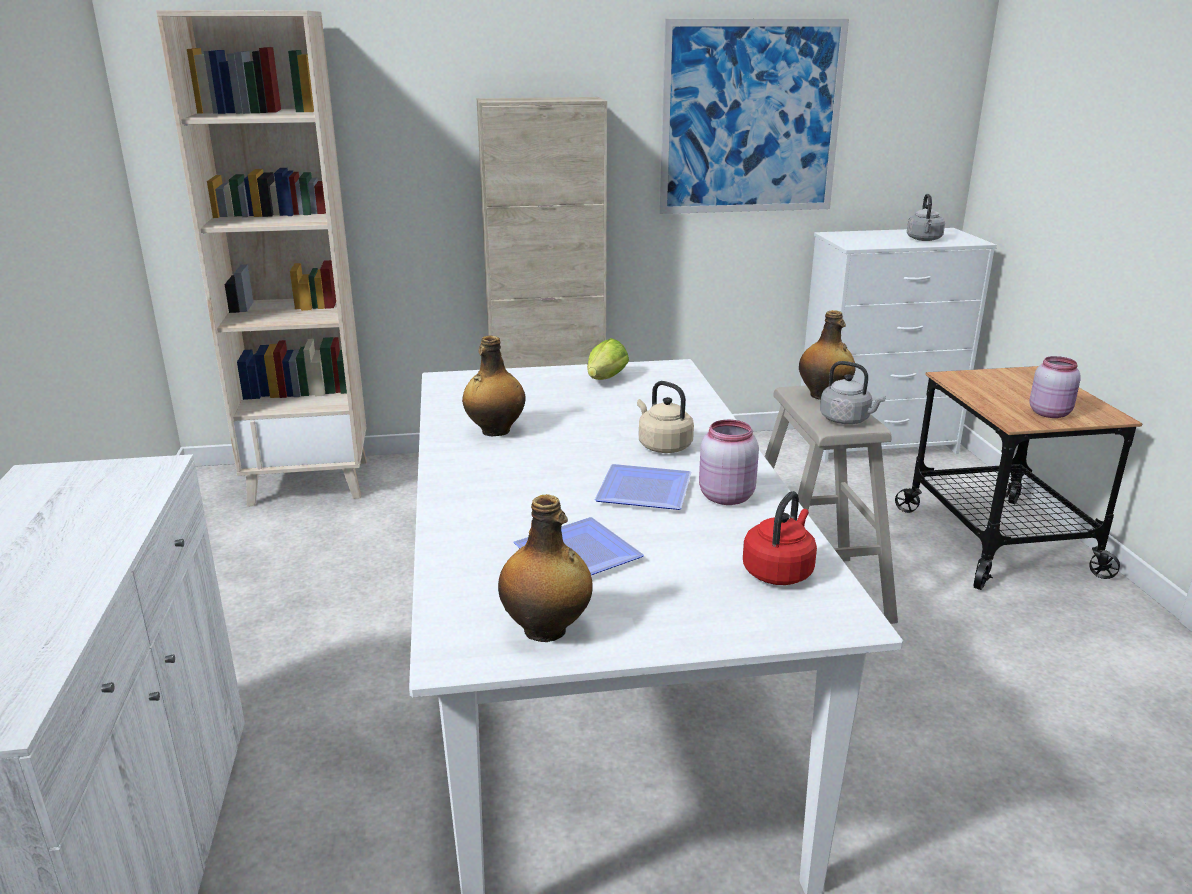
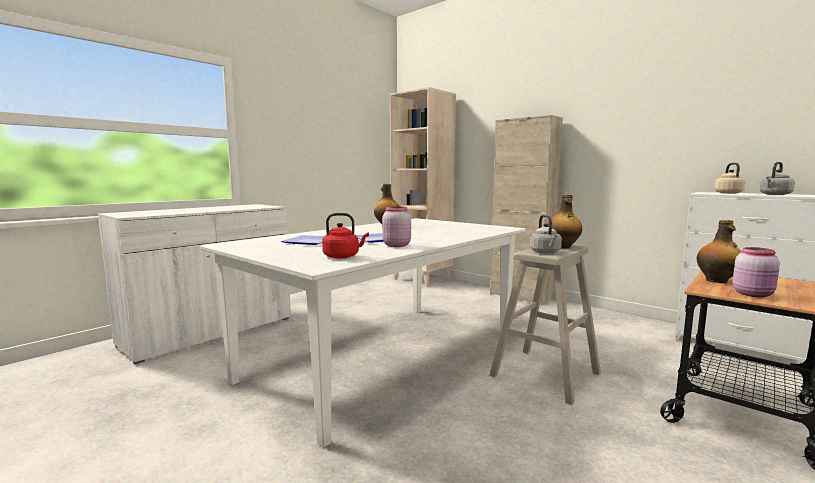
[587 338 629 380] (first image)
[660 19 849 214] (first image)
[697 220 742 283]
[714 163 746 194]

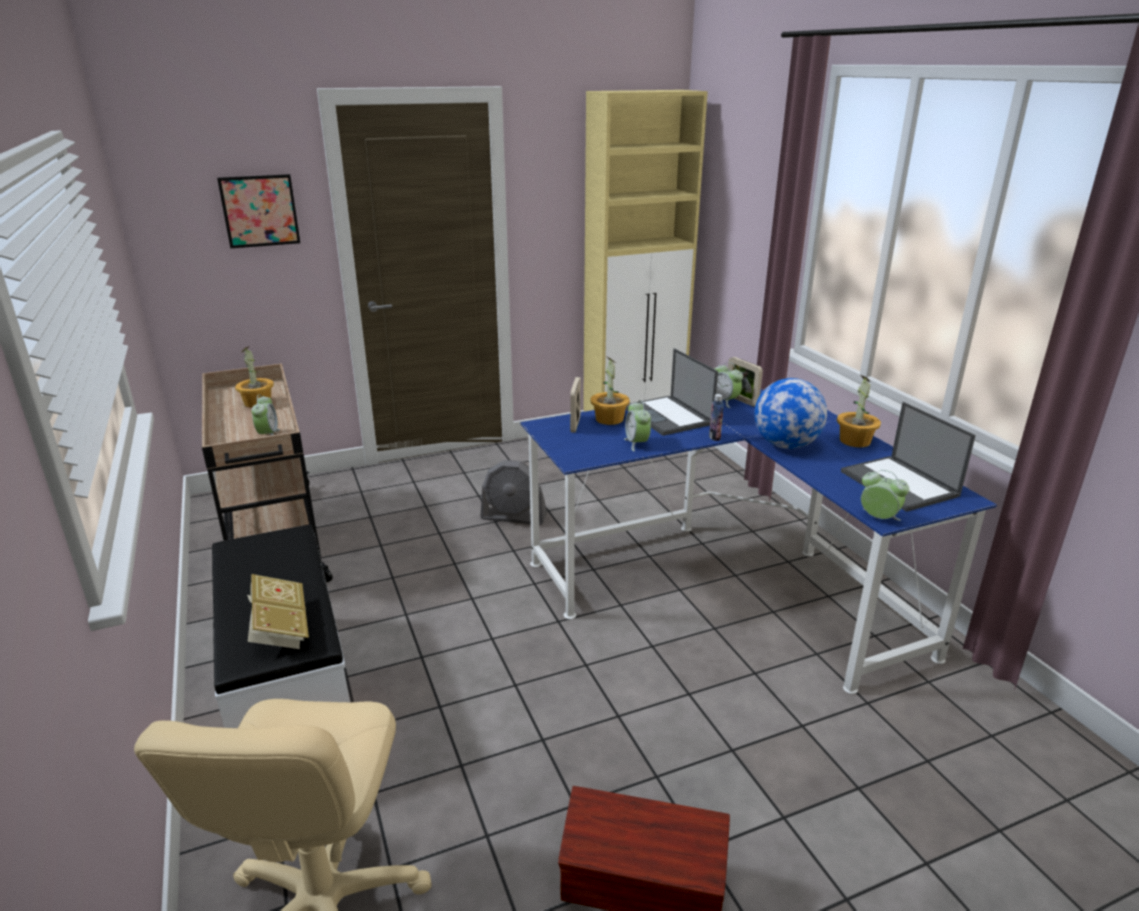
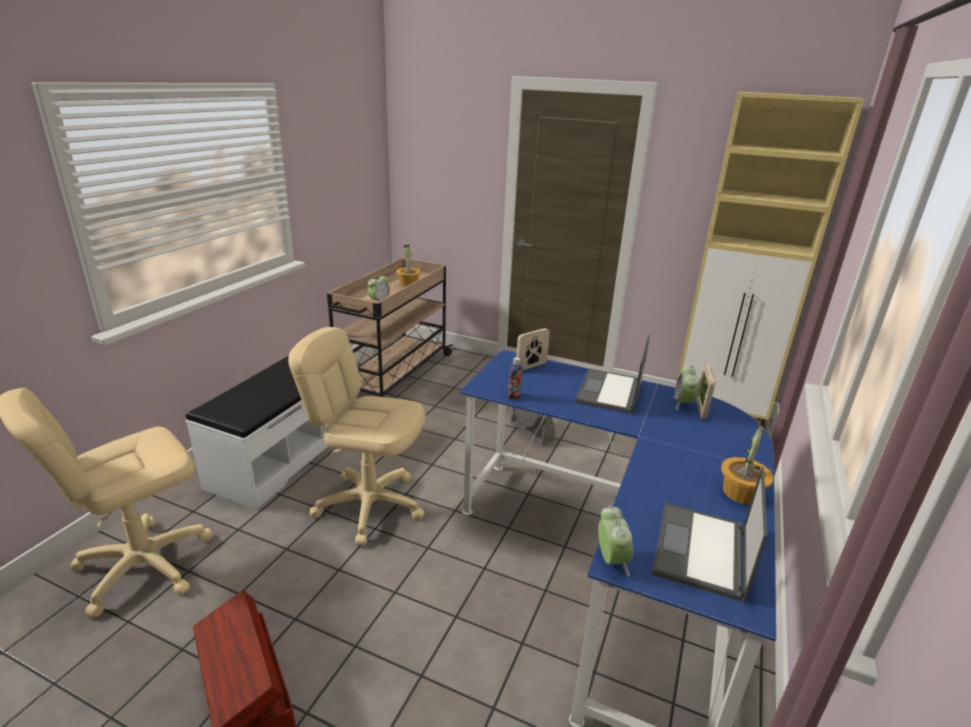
[217 174 300 248] (first image)
[247 574 309 649] (first image)
[591 357 630 425] (first image)
[624 400 651 451] (first image)
[754 378 827 449] (first image)
[288 327 426 546]
[508 357 523 400]

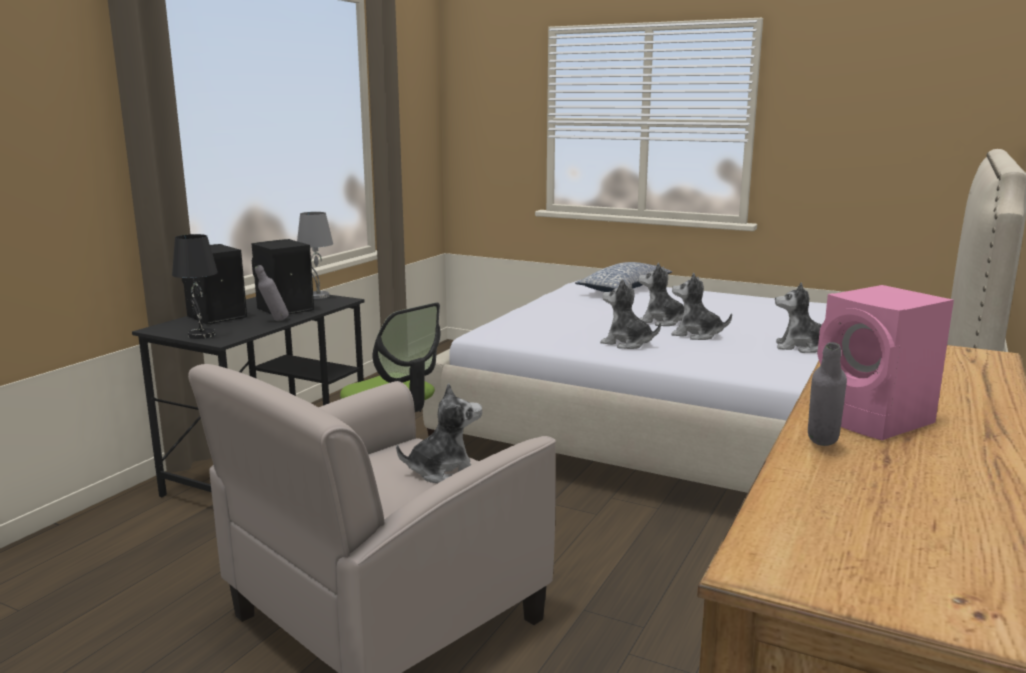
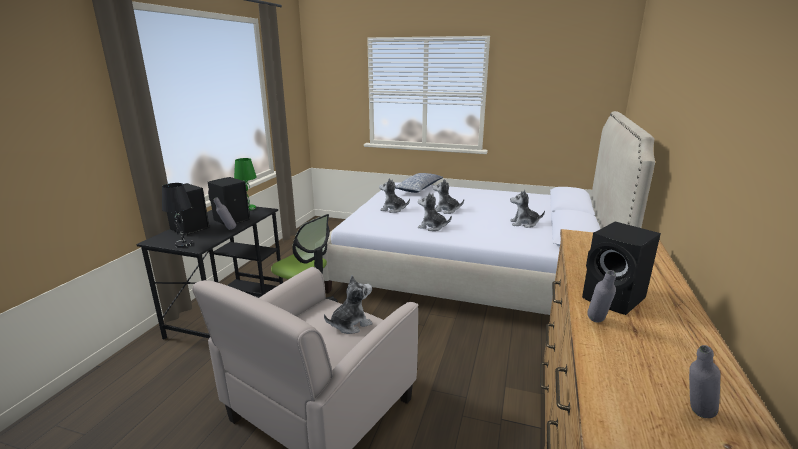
[689 345 721 418]
[379 178 410 213]
[234 158 257 210]
[582 221 661 315]

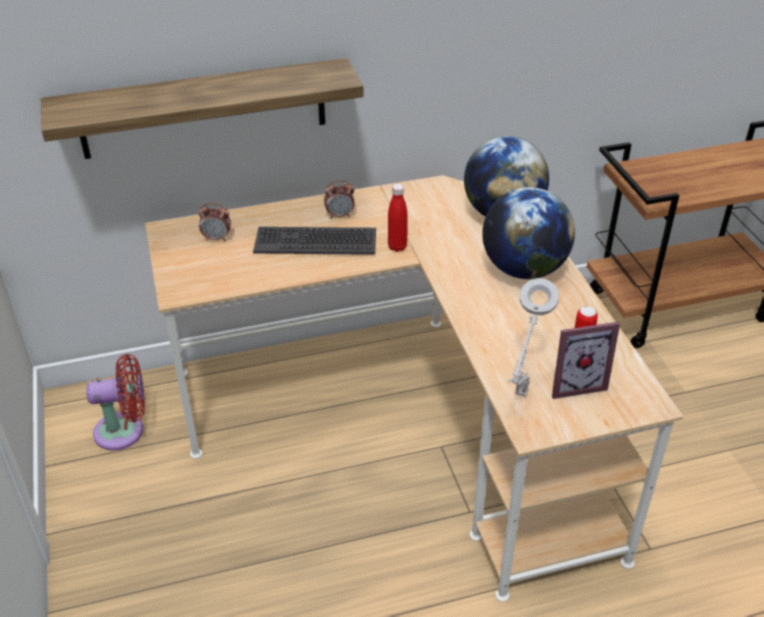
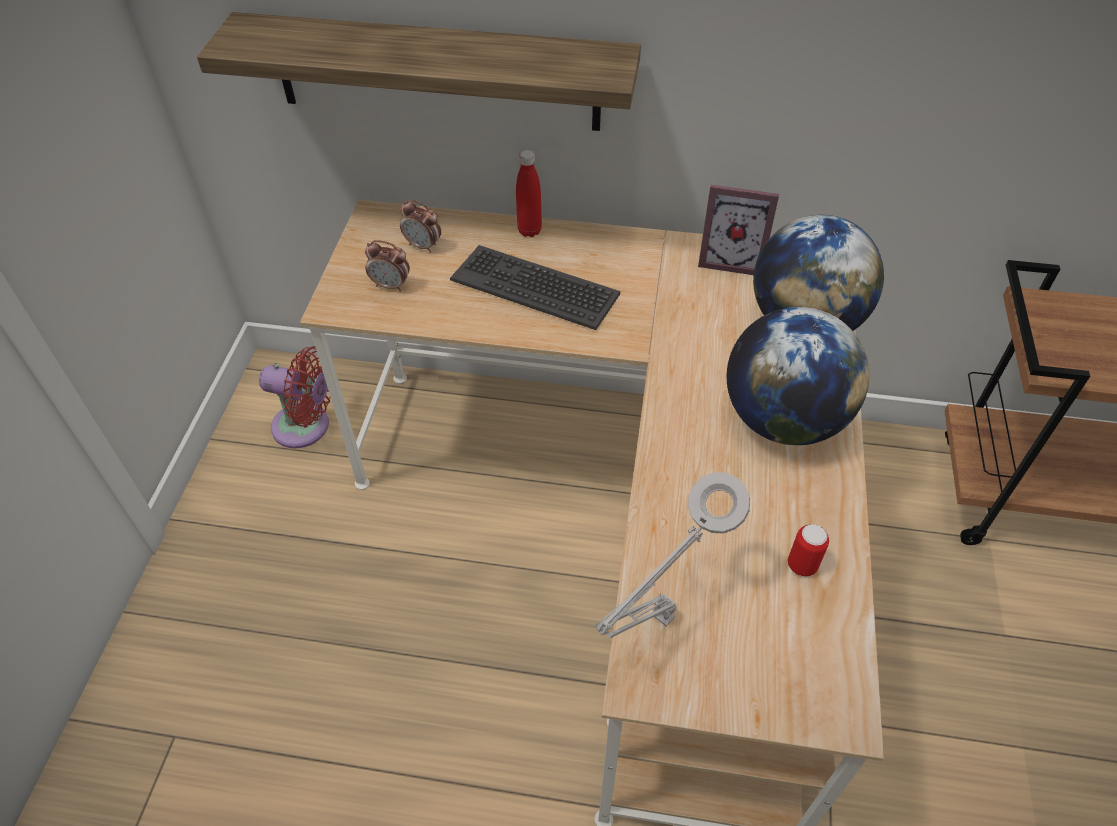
[365 240 410 292]
[516 150 542 237]
[698 185 779 275]

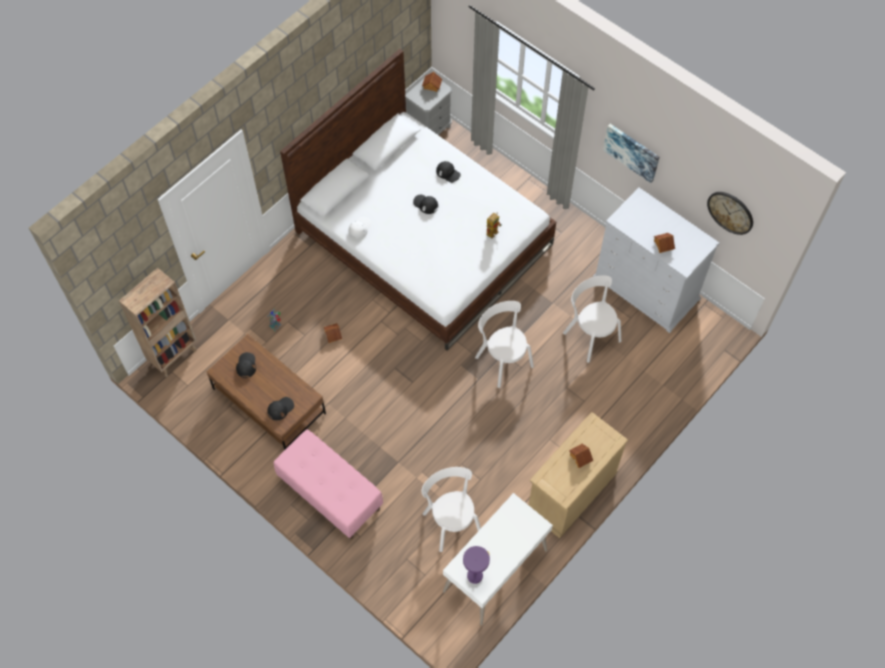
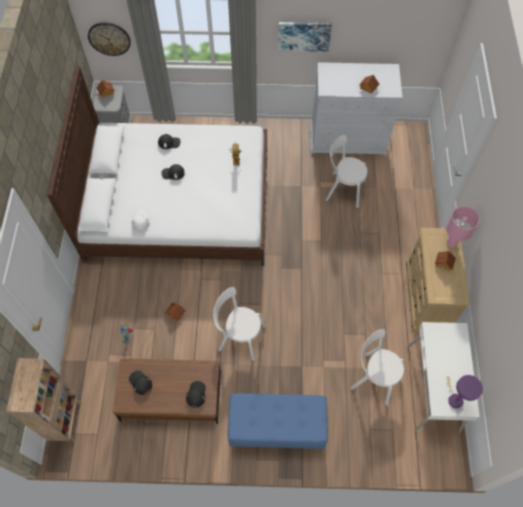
[446 206 479 248]
[213 287 265 361]
[88 22 131 56]
[228 393 328 449]

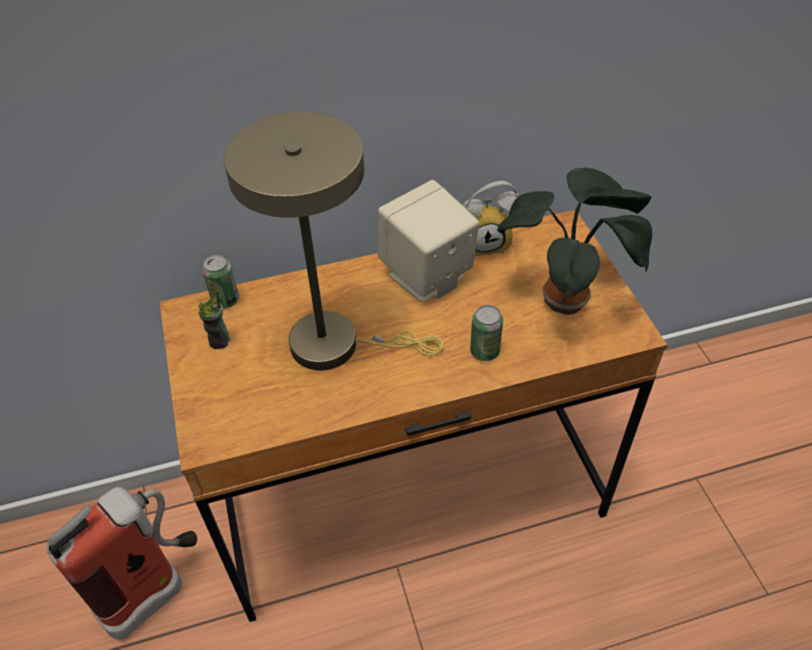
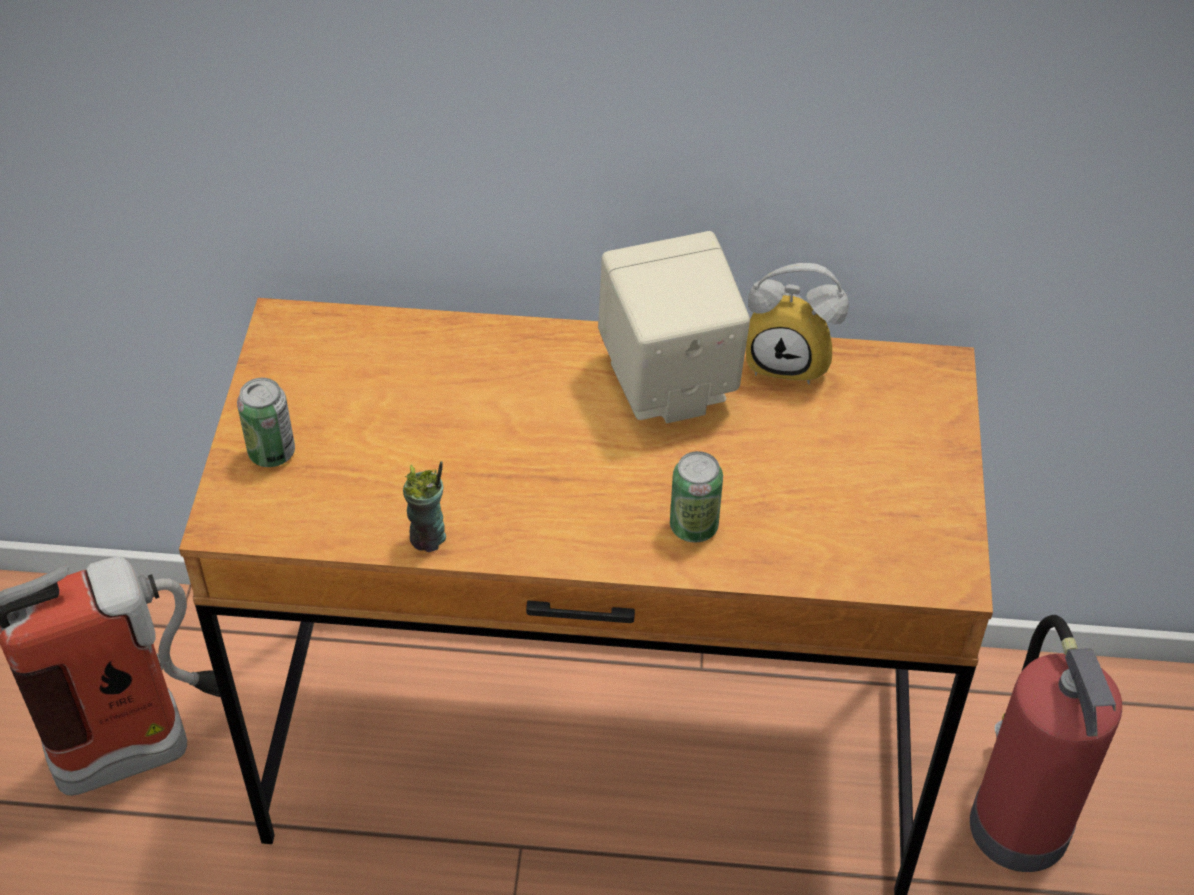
[224 112 444 370] (first image)
[497 168 652 315] (first image)
[970 615 1122 872]
[403 461 446 552]
[237 378 295 467]

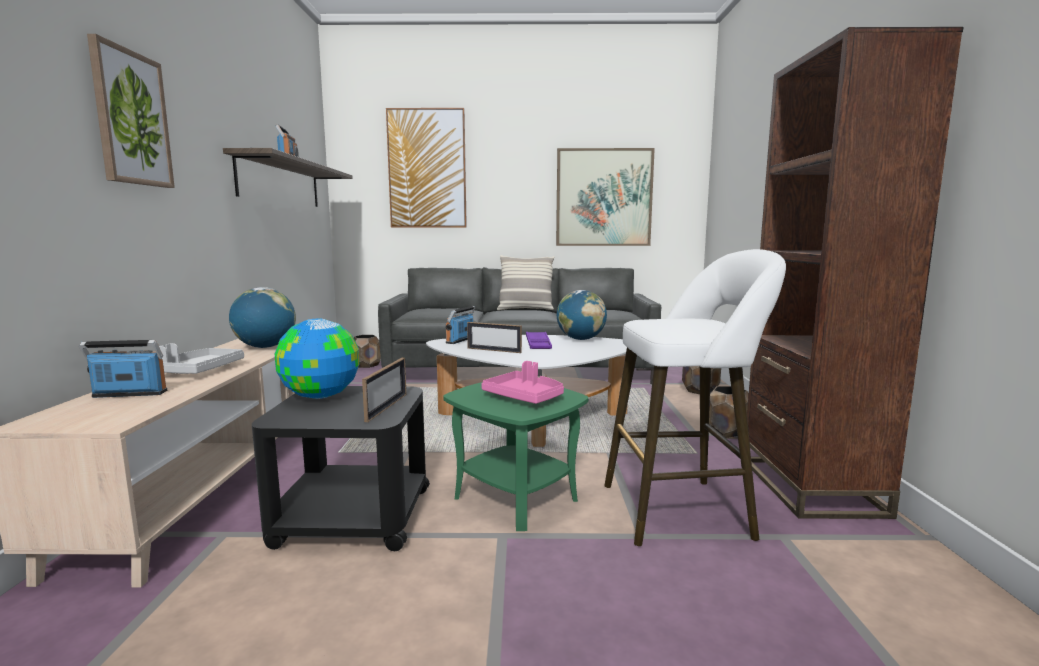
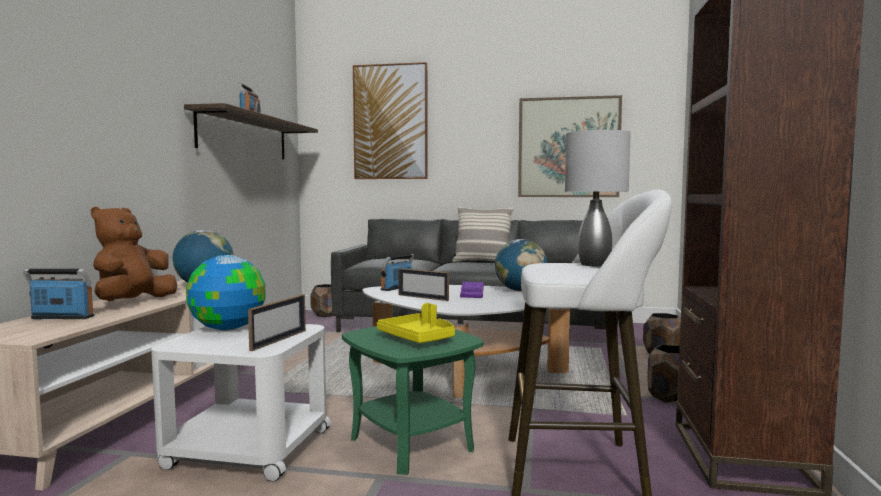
[87 34 175 188] (first image)
[565 130 631 267]
[91 207 177 301]
[151 324 331 482]
[377 303 455 343]

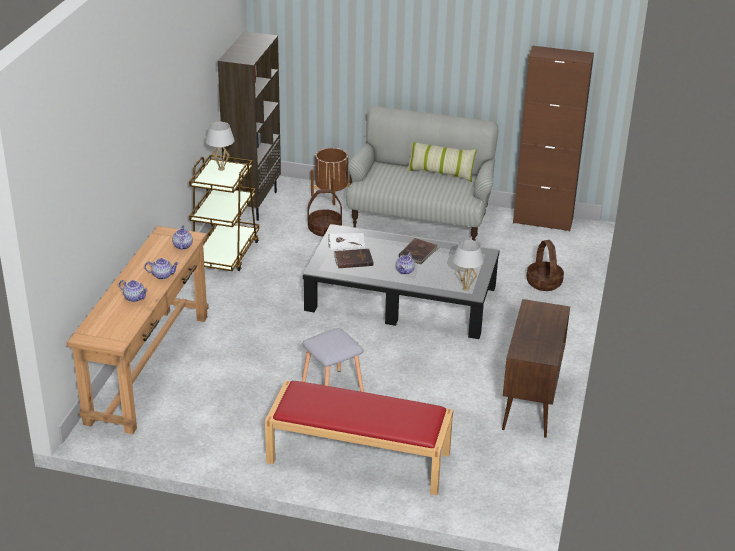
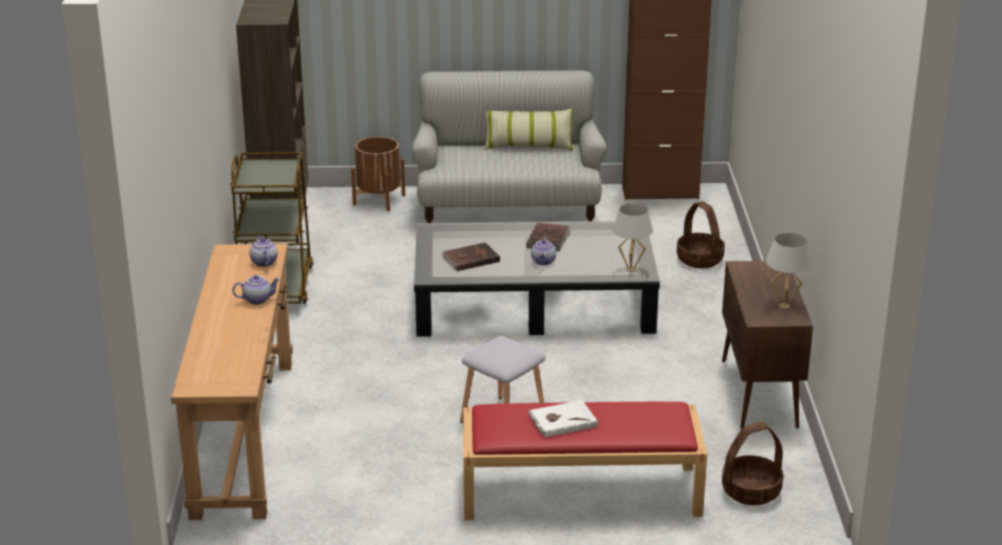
[119 280 148 302] (first image)
[766 233 811 309]
[722 422 783 505]
[528 400 598 438]

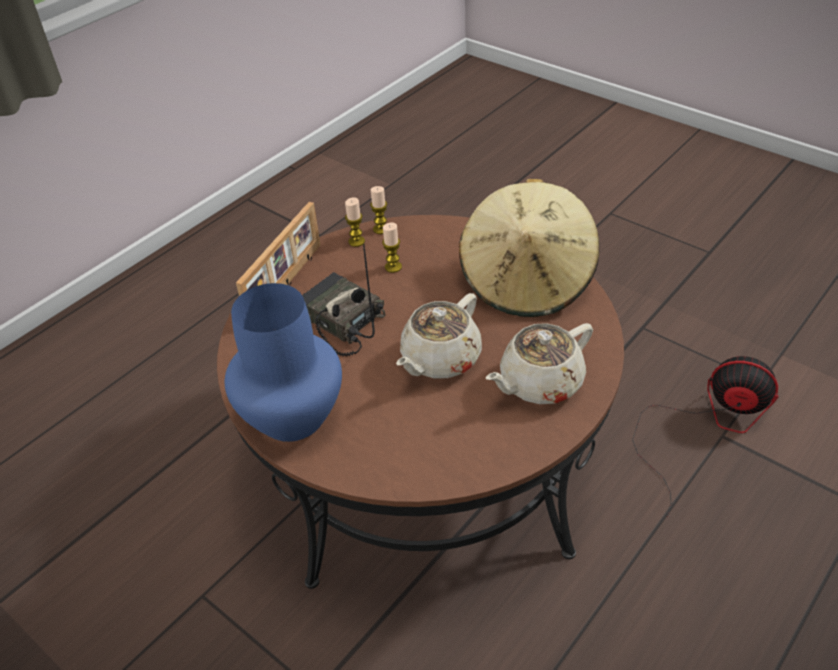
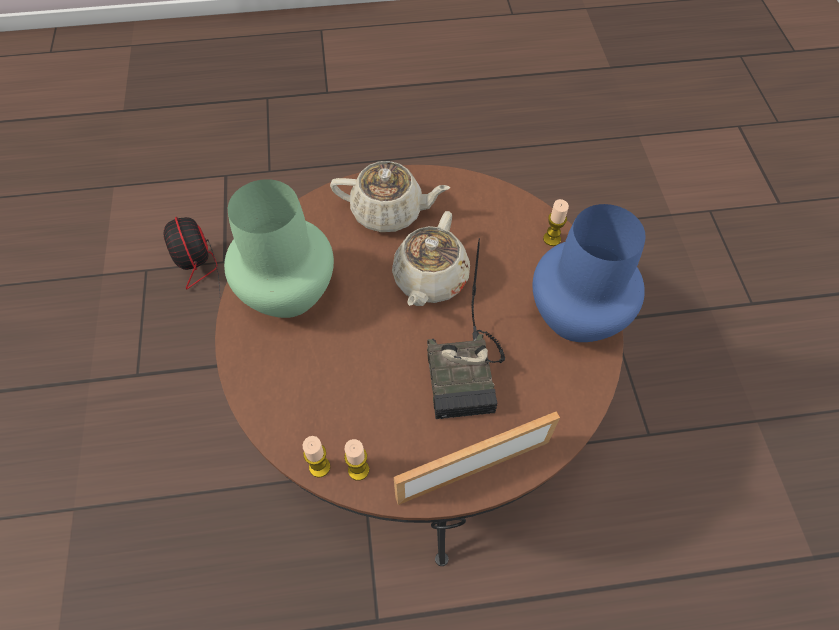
[543 199 569 246]
[224 179 334 318]
[392 211 470 306]

